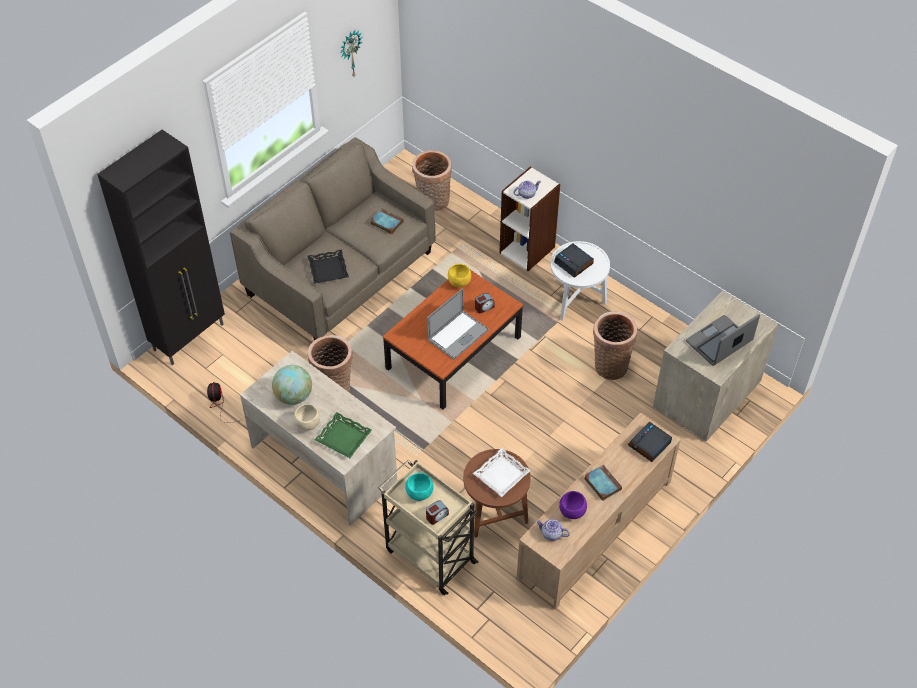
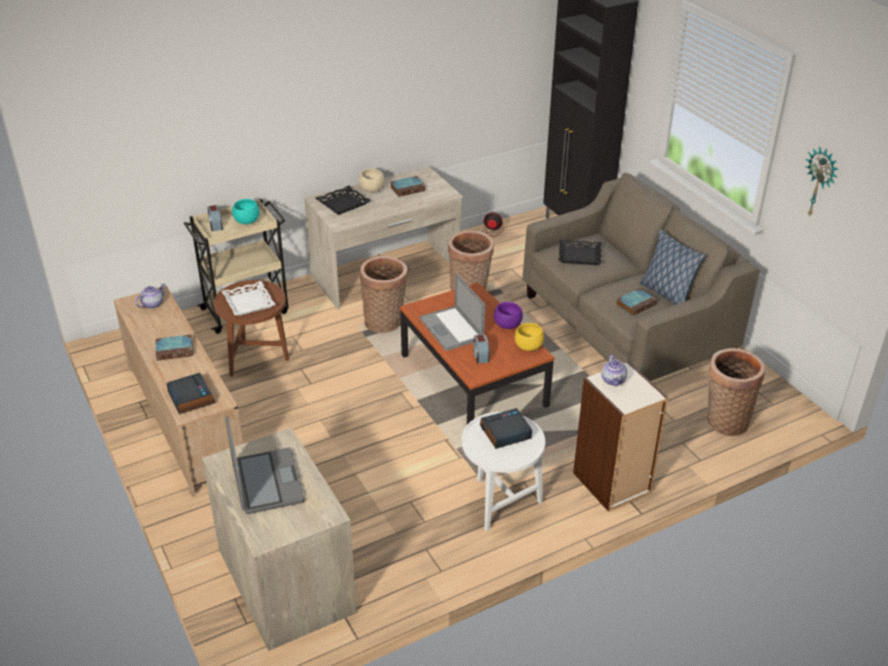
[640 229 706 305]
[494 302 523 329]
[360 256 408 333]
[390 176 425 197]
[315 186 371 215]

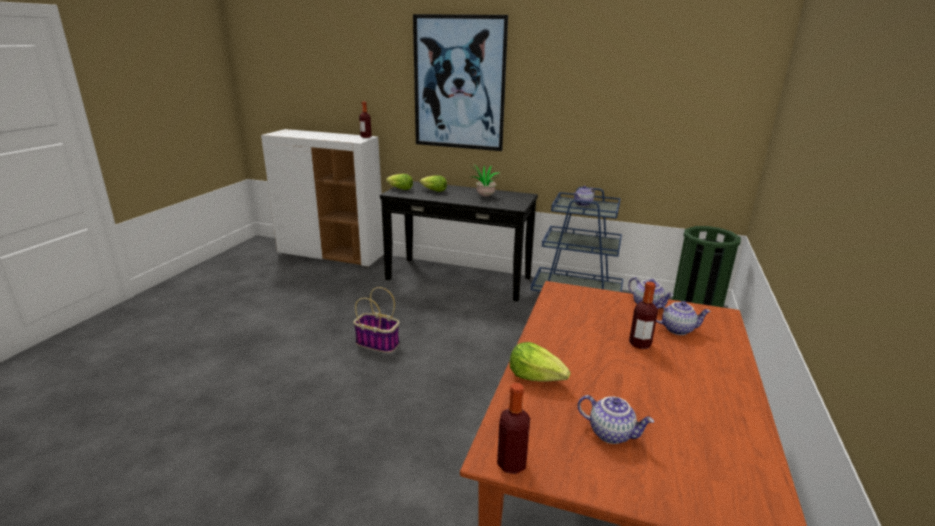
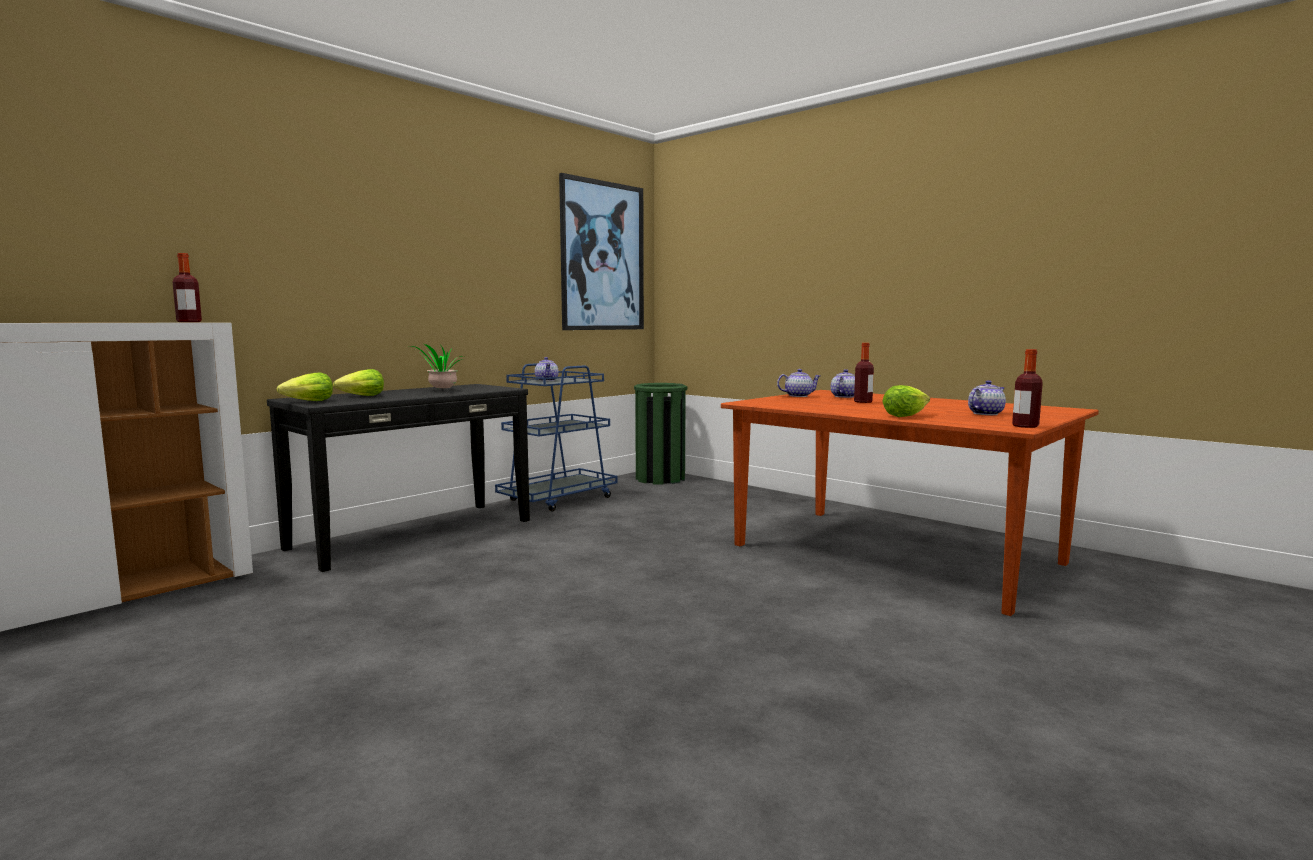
[353 287 399 353] (first image)
[559 173 644 330]

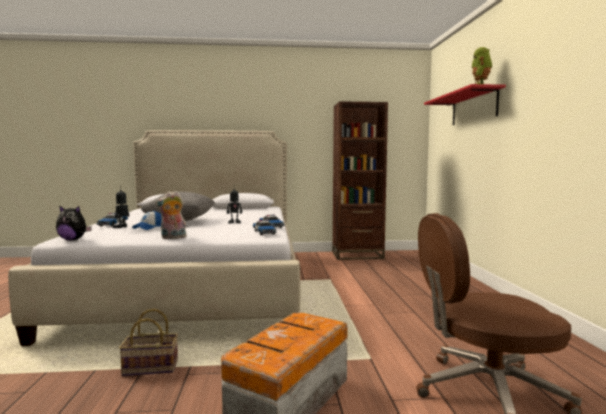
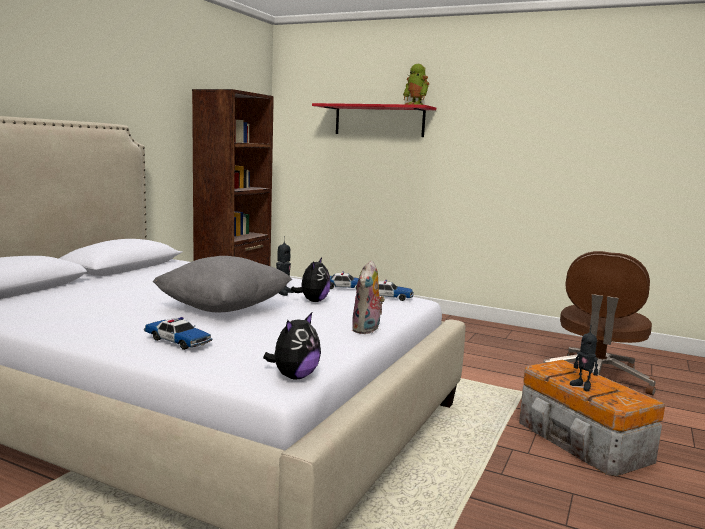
[119 309 178 376] (first image)
[132 211 162 230] (first image)
[291 257 331 302]
[570 325 598 391]

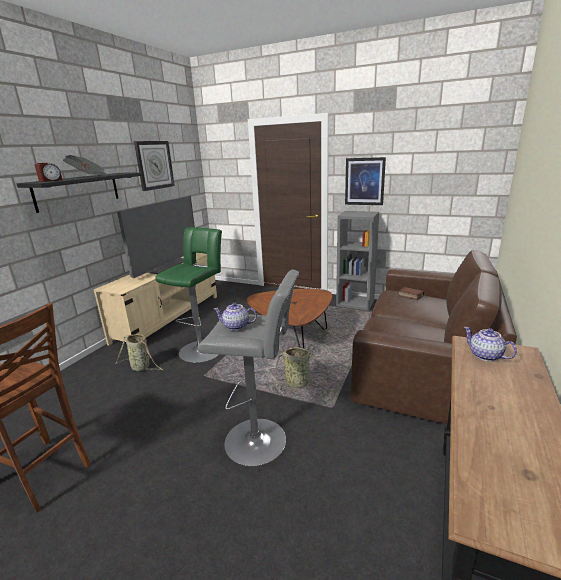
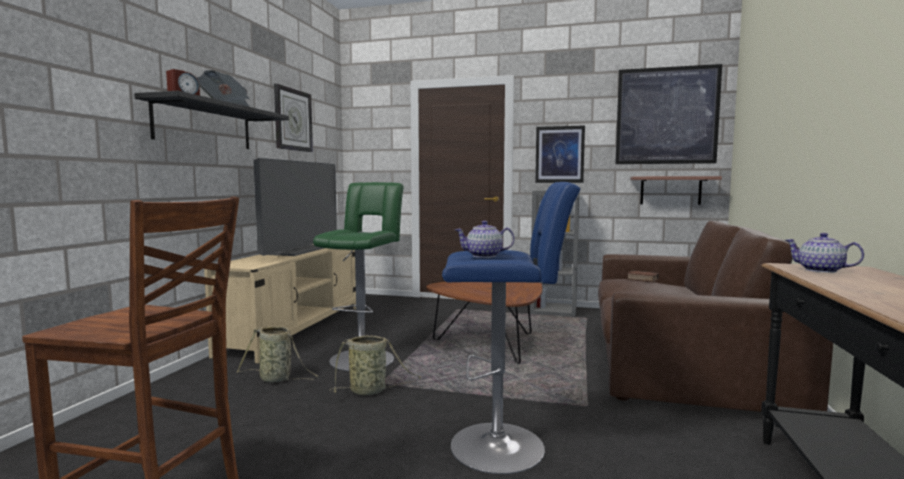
[615 64 722 164]
[631 176 722 205]
[330 335 422 395]
[442 182 580 474]

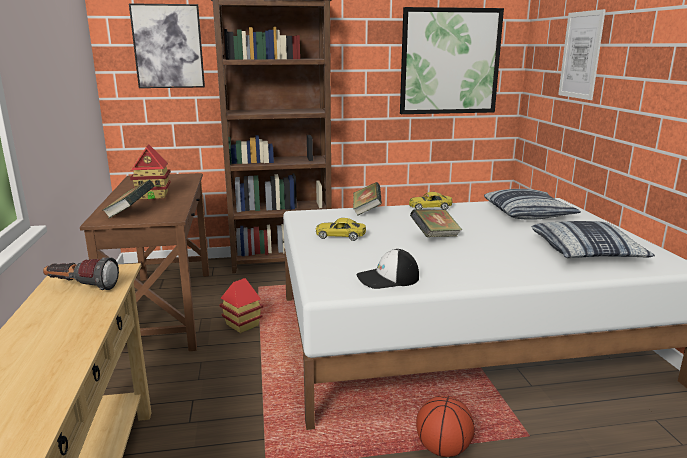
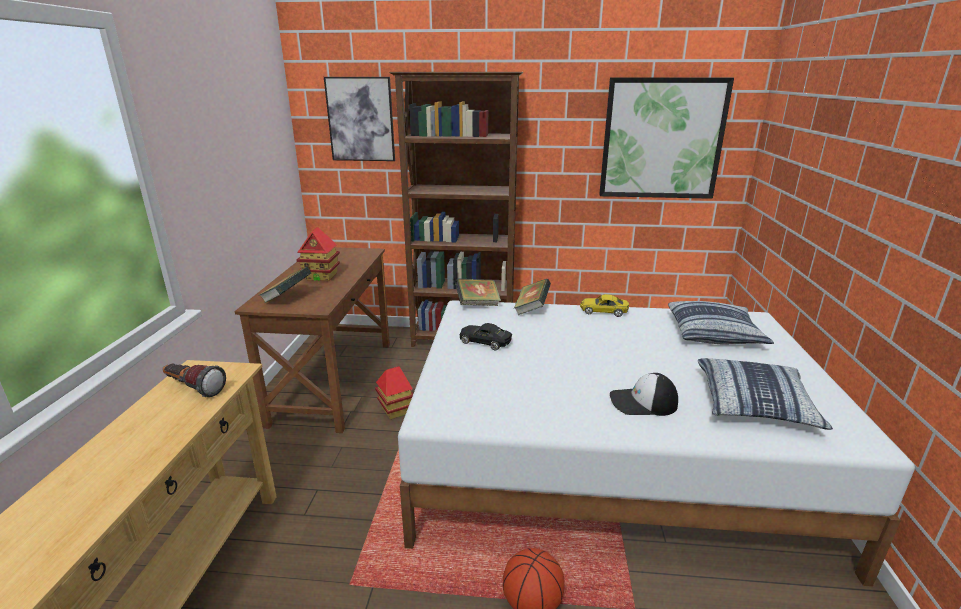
[558 9 606 100] (first image)
[610 373 678 416]
[455 278 501 306]
[460 323 512 350]

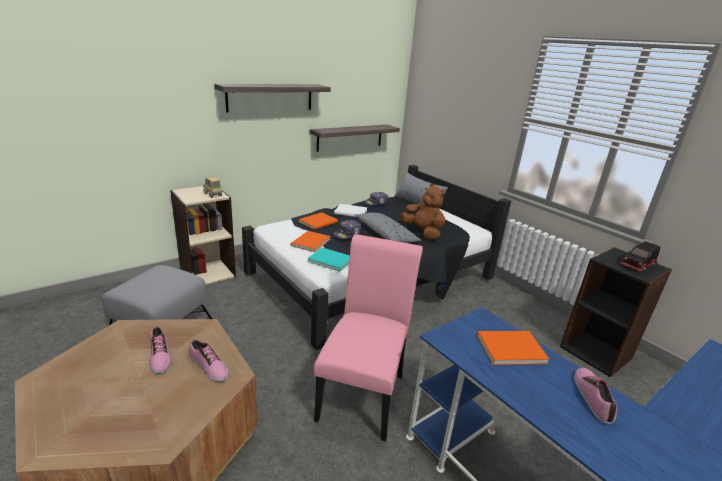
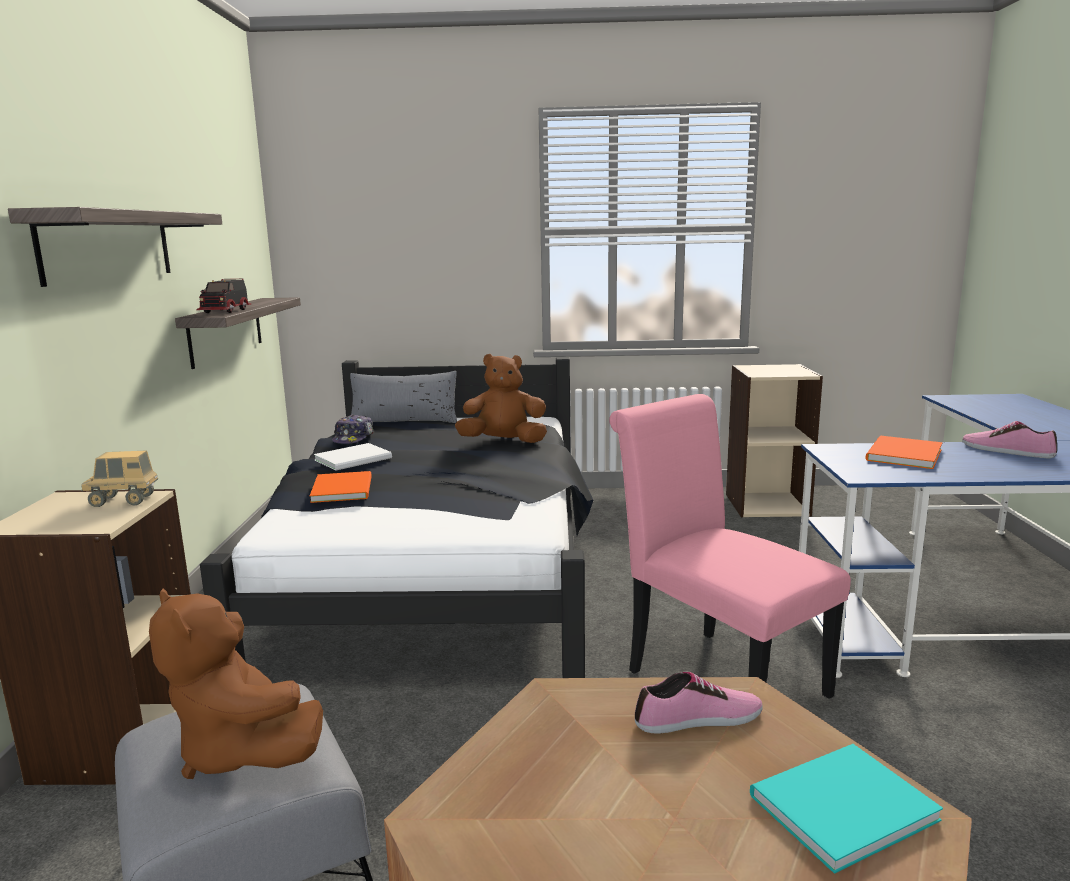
[149 326 171 374] (first image)
[291 231 331 252] (first image)
[334 220 361 239] (first image)
[355 213 421 243] (first image)
[149 589 323 779]
[750 744 943 874]
[196 279 251 313]
[726 364 823 517]

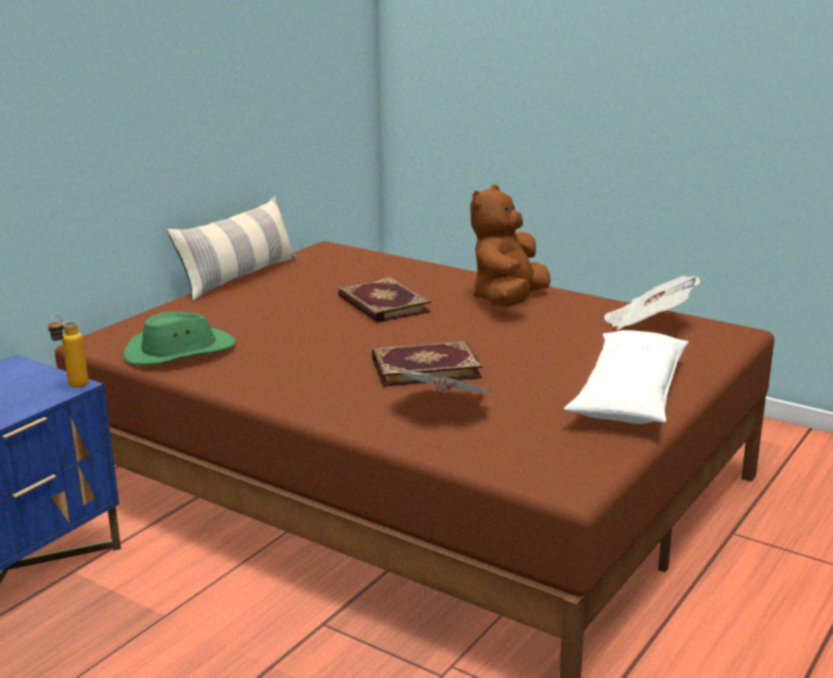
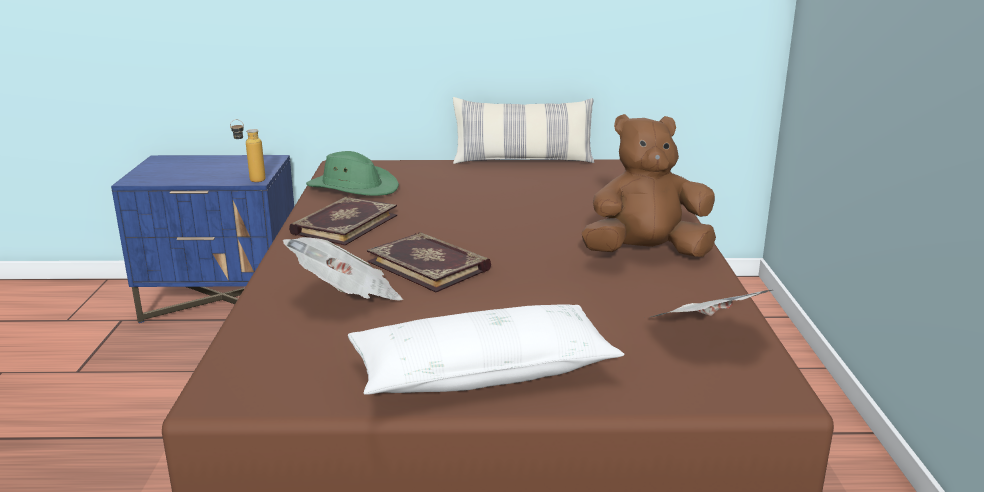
[289 196 397 246]

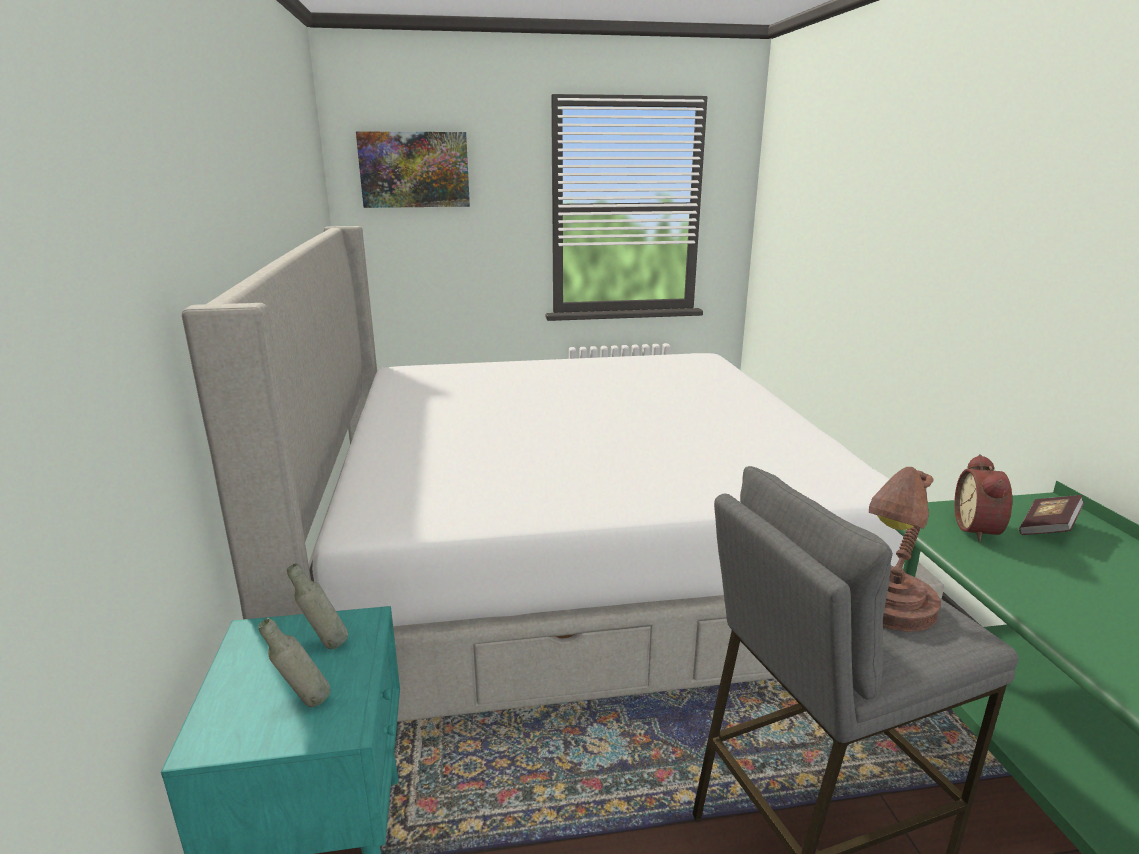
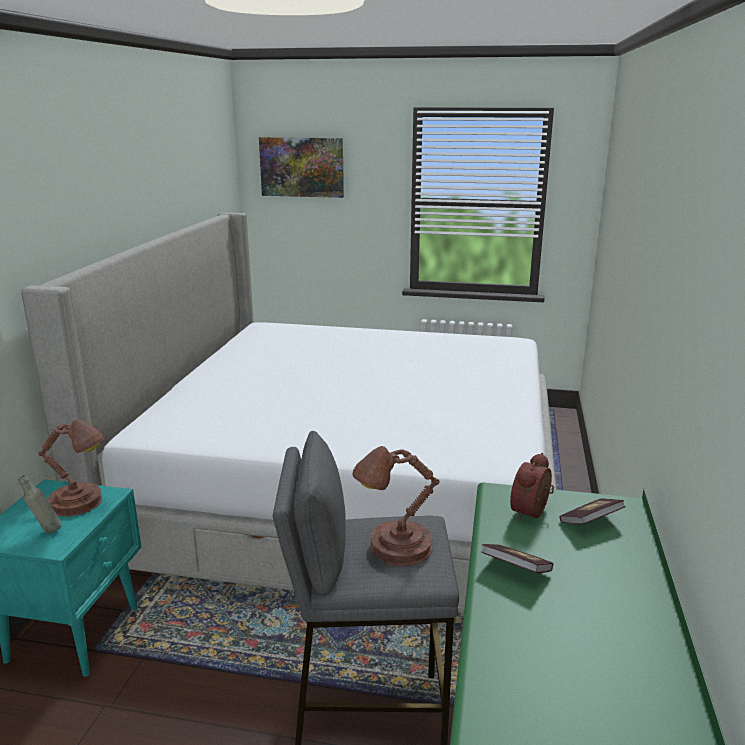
[481 544 553 573]
[38 419 104 517]

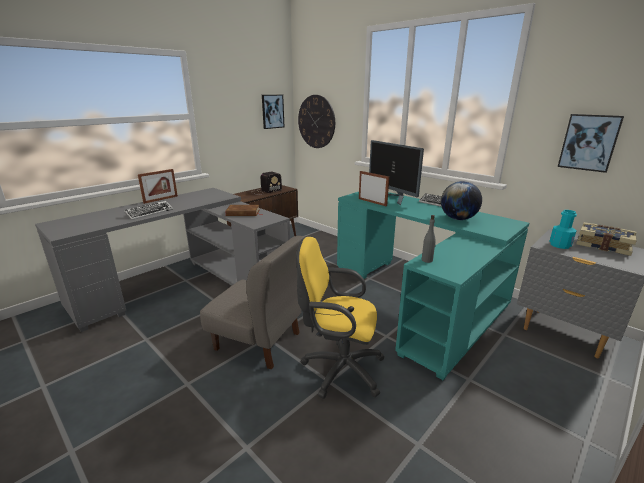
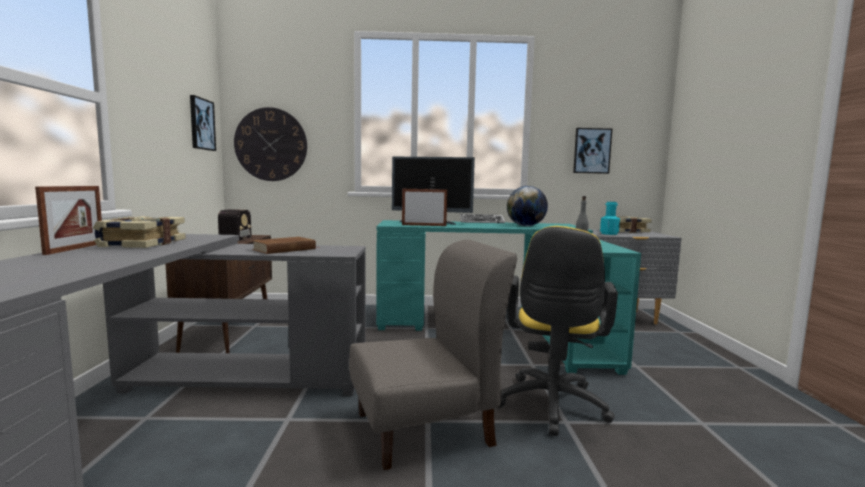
[124 201 173 220] (first image)
[93 216 186 248]
[499 226 618 436]

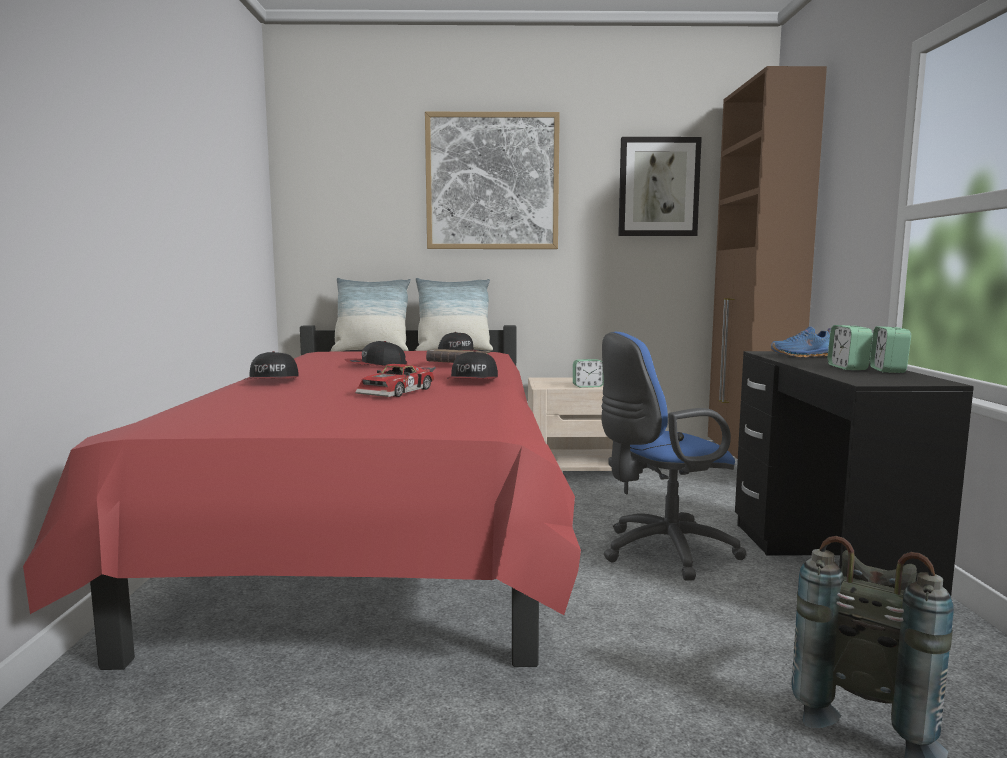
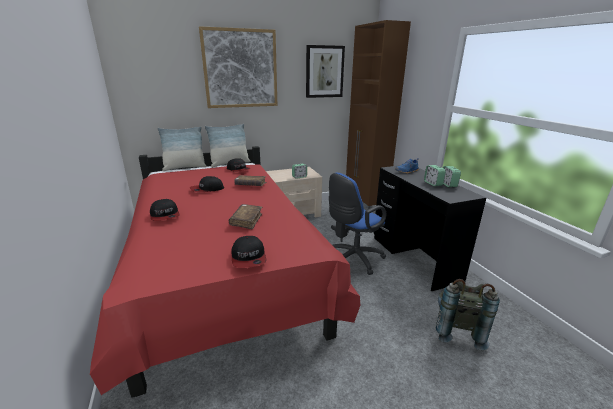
[231 236 266 268]
[229 204 262 230]

